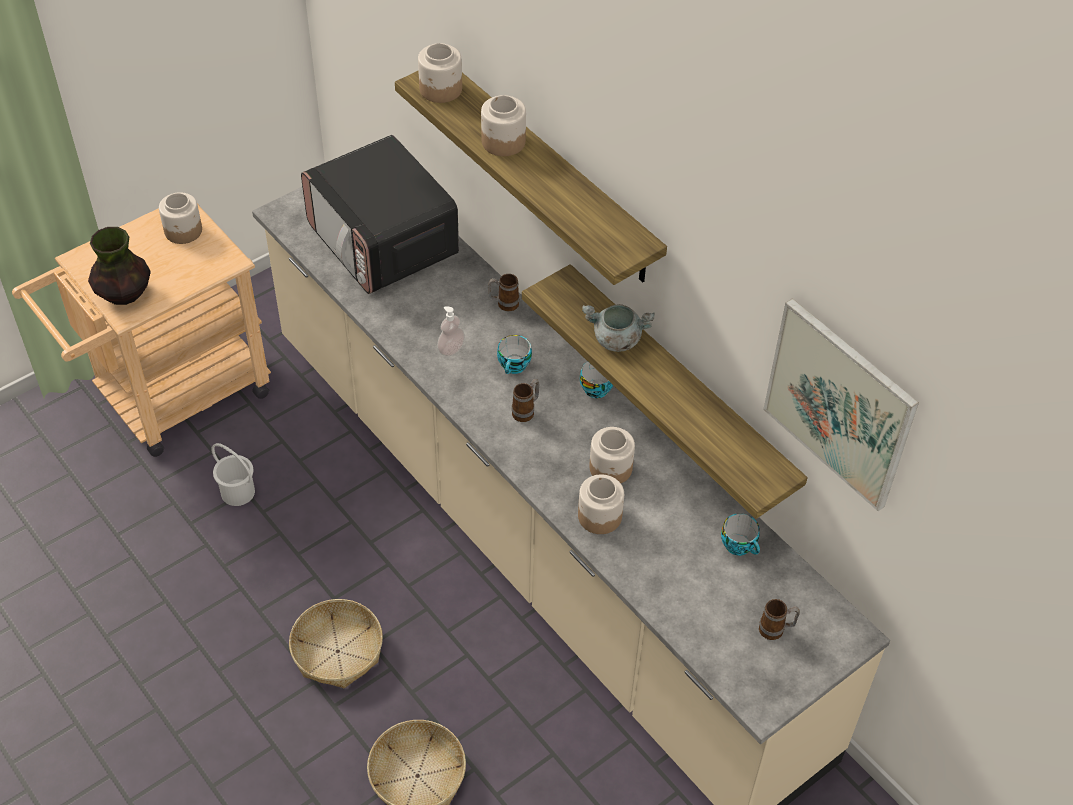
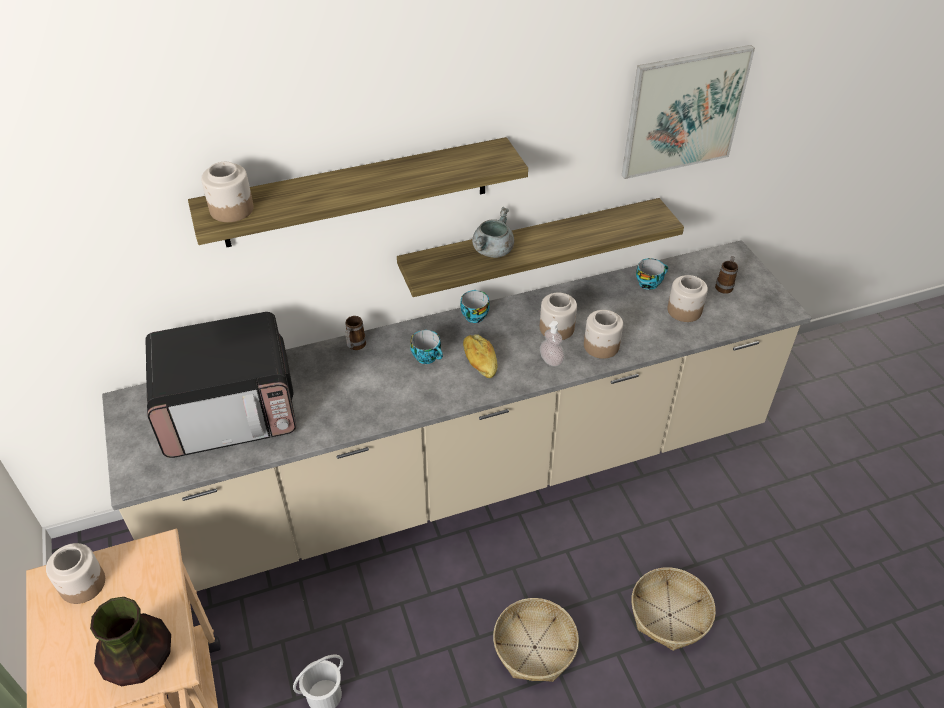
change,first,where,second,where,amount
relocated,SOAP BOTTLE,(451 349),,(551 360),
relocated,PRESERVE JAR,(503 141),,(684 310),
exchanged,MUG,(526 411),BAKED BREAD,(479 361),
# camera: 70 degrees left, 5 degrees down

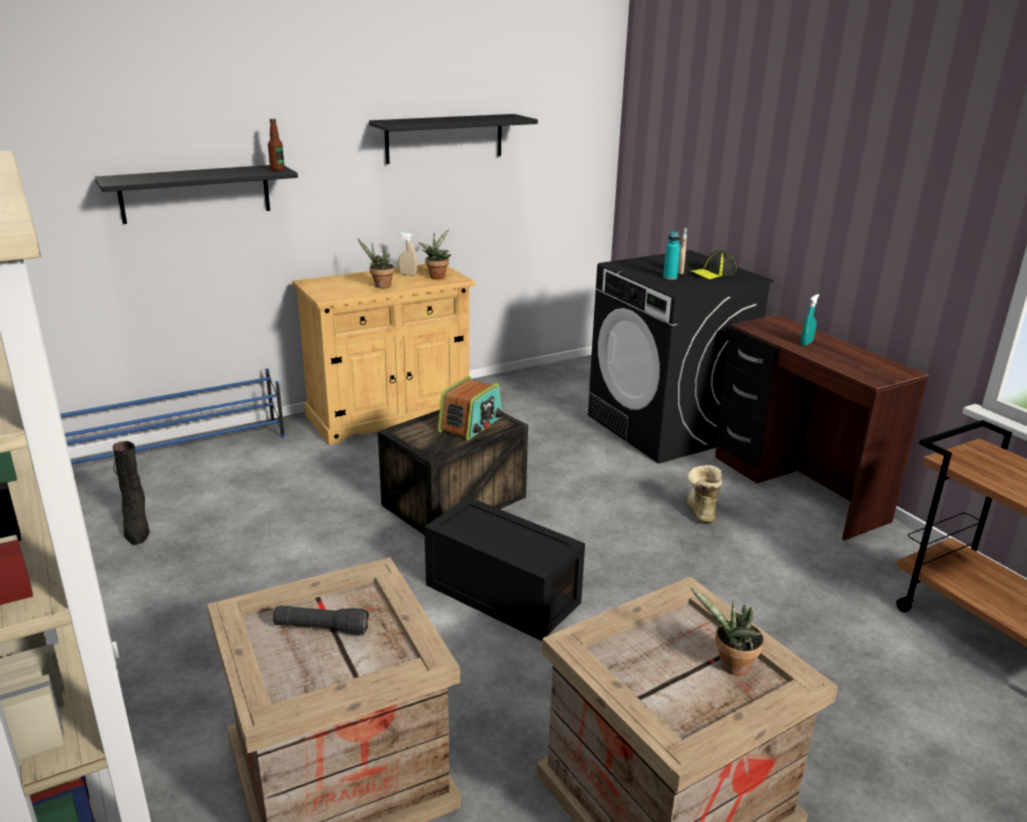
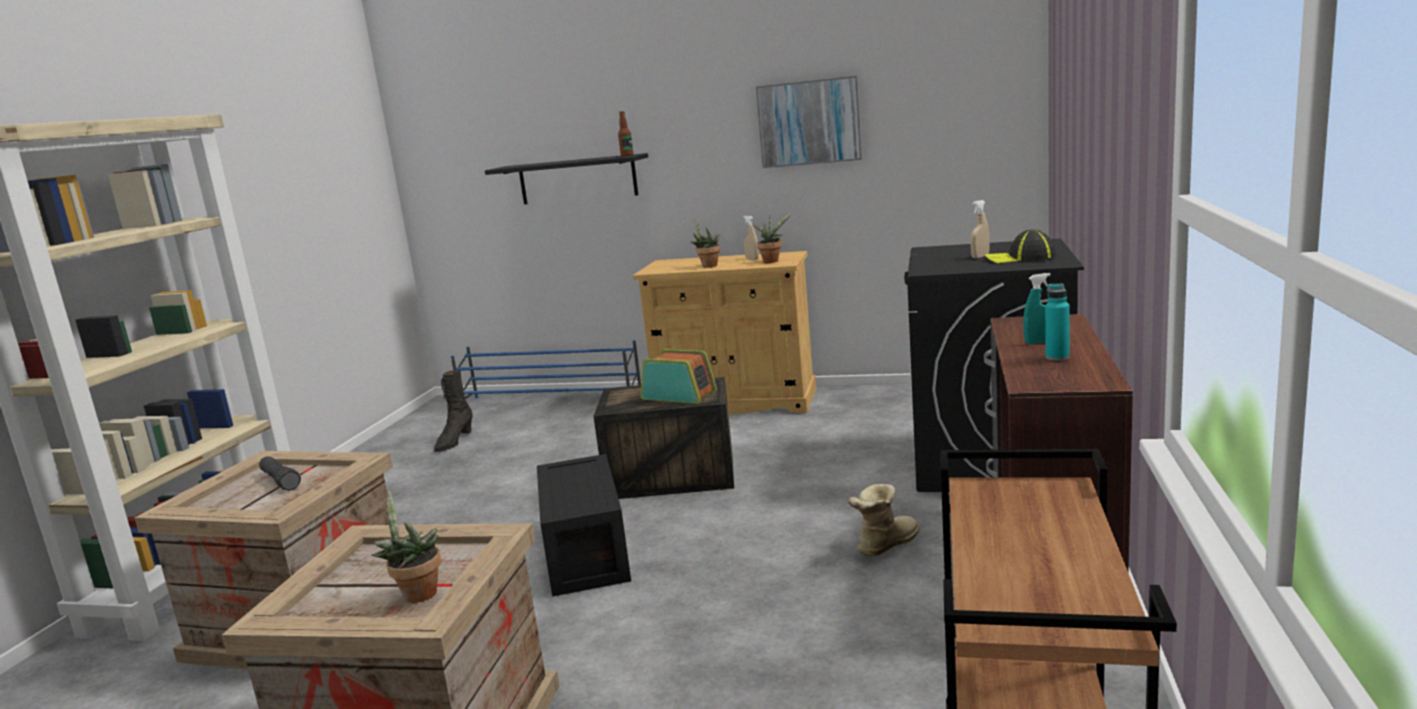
change,first,where,second,where,amount
relocated,BLUE-GREEN BEVERAGE BOTTLE,(670 277),,(1057 357),
exchanged,BLACK SHELF,(444 138),WALL ART,(809 122),
spun,RADIO SET,(471 424),,(679 395),135 degrees counterclockwise
# camera: 45 degrees right, 10 degrees down

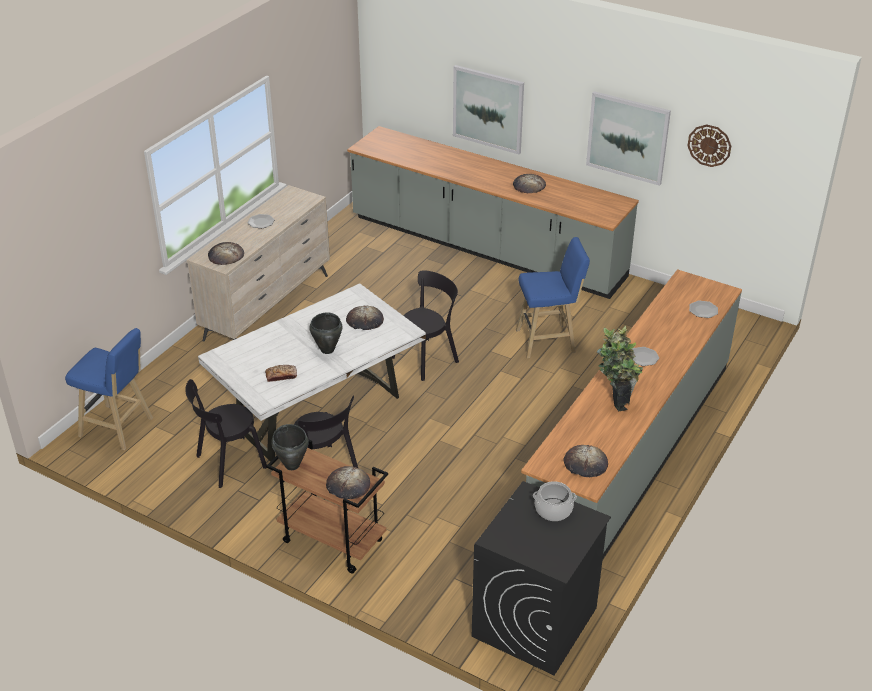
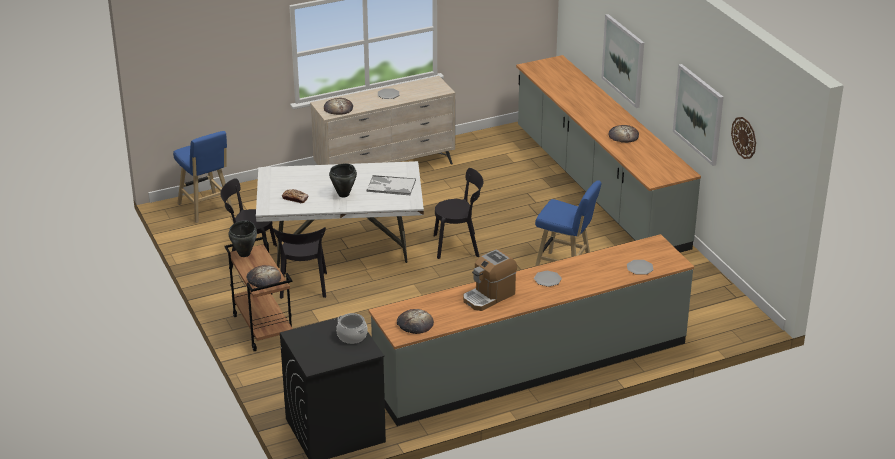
change,first,where,second,where,amount
exchanged,BAKED BREAD,(364 321),TRAY,(390 186),
exchanged,PLANT IN A POT,(615 400),COFFEE BREWER,(489 296),
# camera: 35 degrees right, 5 degrees down

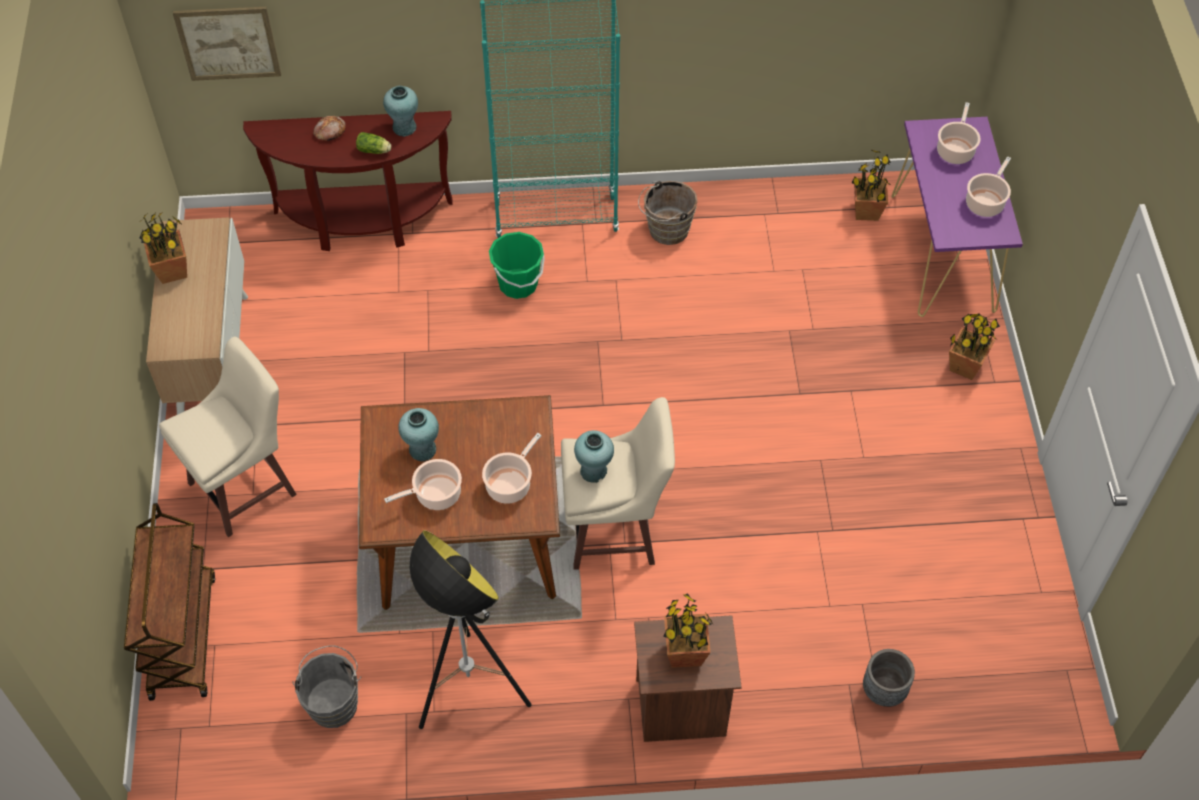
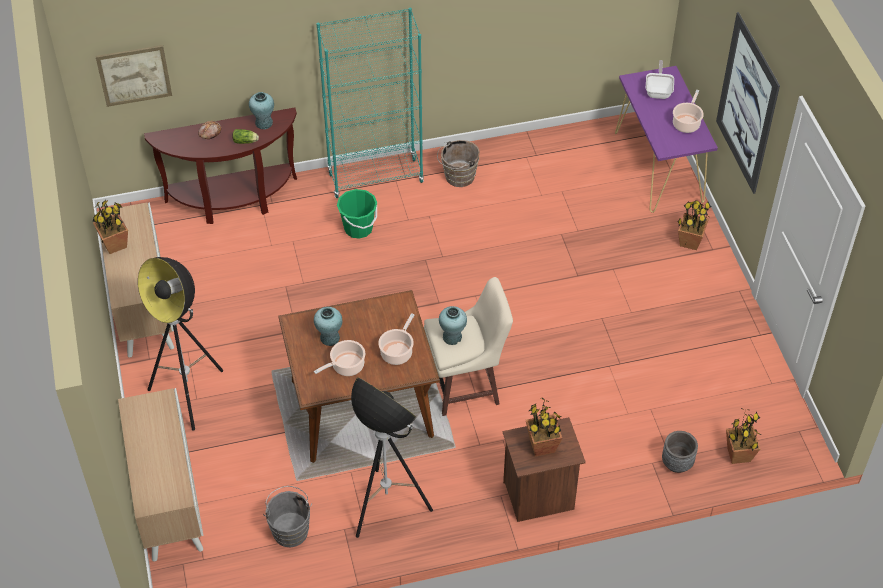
change,first,where,second,where,amount
appeared,,,WALL ART,(747 104),
relocated,PLANT IN A POT,(866 212),,(739 455),
exchanged,BROWN-COLOURED CART,(182 635),CABINET,(168 501),
exchanged,SAND-COLOURED STOOL SEAT,(246 488),STANDING LAMP,(190 395),
exchanged,COOKING POT,(955 150),SKILLET,(658 91),
# camera: 10 degrees left, 5 degrees down

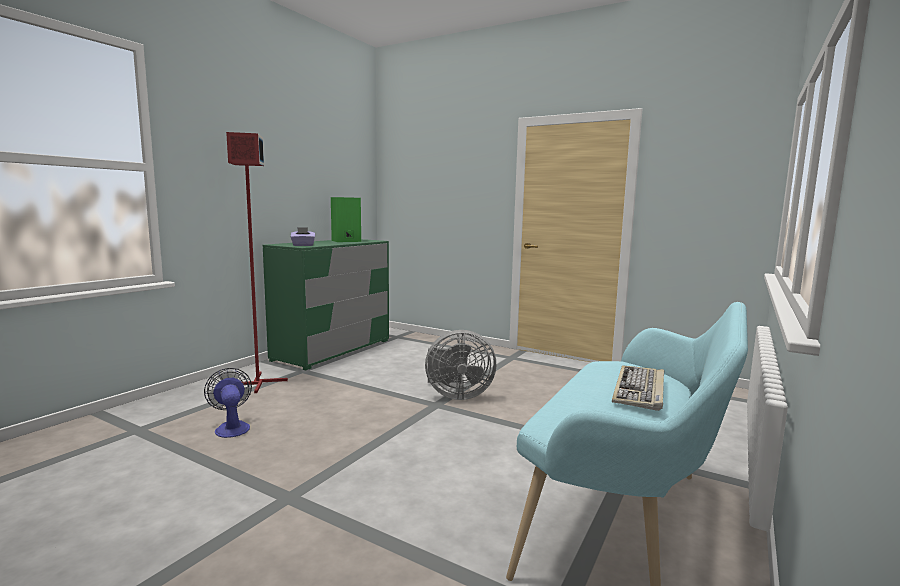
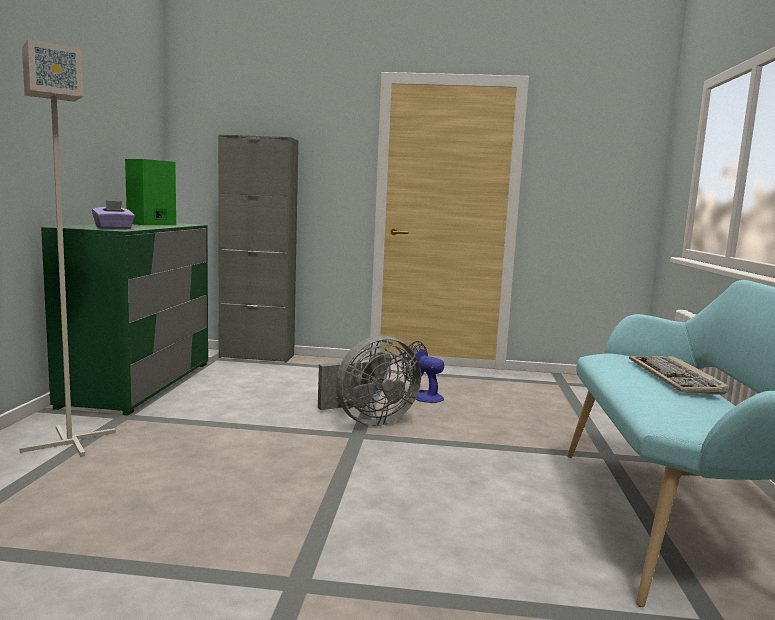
change,first,where,second,where,amount
appeared,,,GRAY CABINET,(257 356),
relocated,FAN,(231 427),,(422 396),
colour,REDDISH STANDING LAMP,(257 383),GRAY STANDING LAMP,(68 442),
# camera: 25 degrees left, 0 degrees up

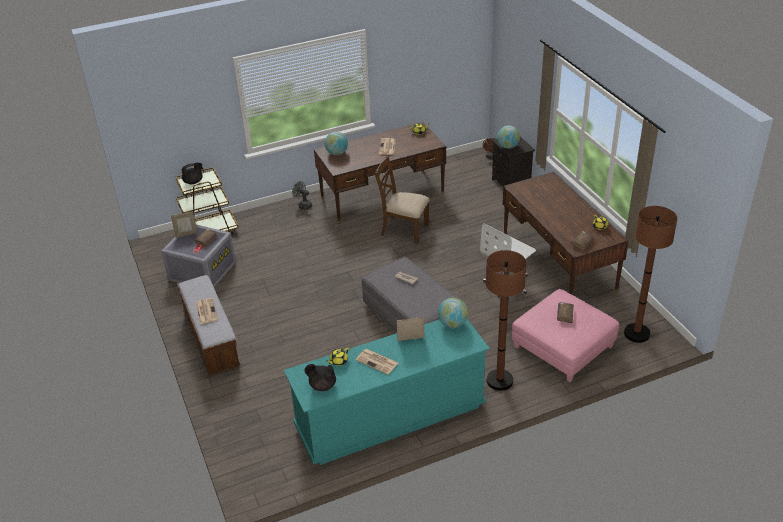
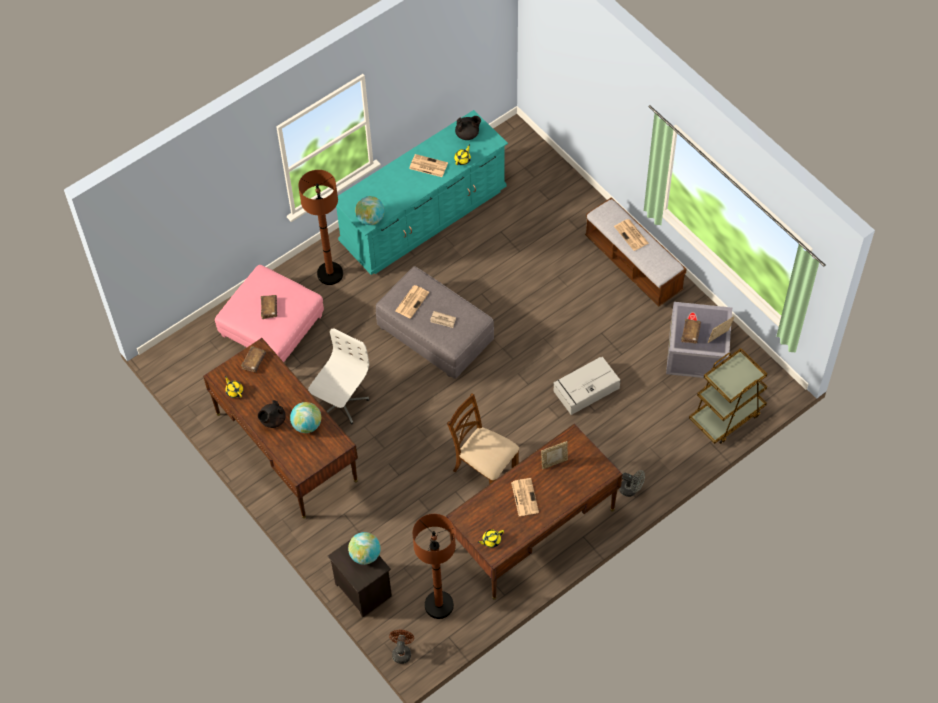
change,first,where,second,where,amount
appeared,,,PRINTED PAPER,(412 301),
appeared,,,GRAY STORAGE BIN,(585 390),
relocated,BLACK TEA POT,(193 182),,(272 420),
relocated,WORLD GLOBE,(337 153),,(307 425),
relocated,STANDING FRAME,(410 340),,(554 462),
relocated,BROWN-COLOURED STANDING LAMP,(636 333),,(439 605),
spun,BROWN-COLOURED CHAIR,(404 230),,(484 468),150 degrees counterclockwise
# camera: 165 degrees right, 20 degrees up

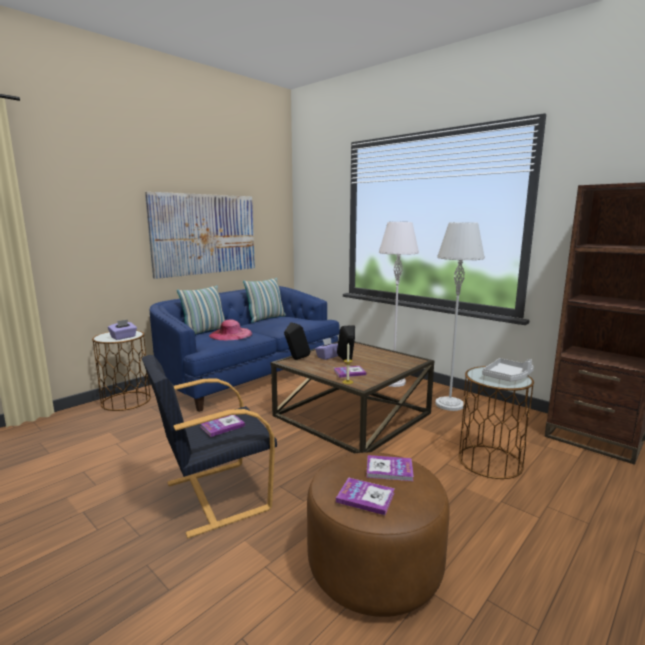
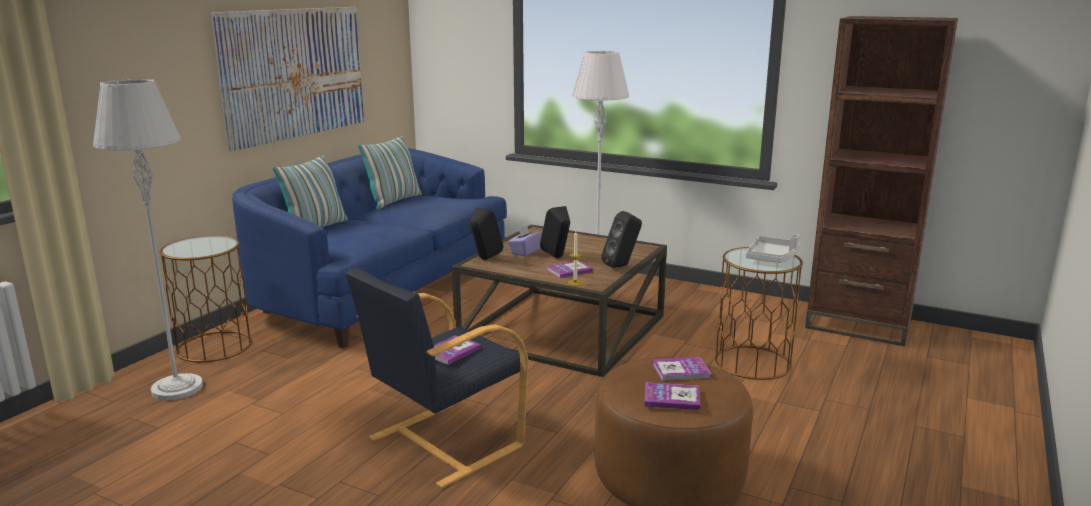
change,first,where,second,where,amount
missing,PURPLE-COLOURED TISSUE HOLDER,(123 337),,,
missing,PINK-COLOURED CLOTHING HAT,(230 334),,,
appeared,,,BLACK AUDIO SPEAKER,(622 266),
relocated,GRAY STANDING LAMP,(449 404),,(177 388),
# camera: 15 degrees left, 5 degrees up

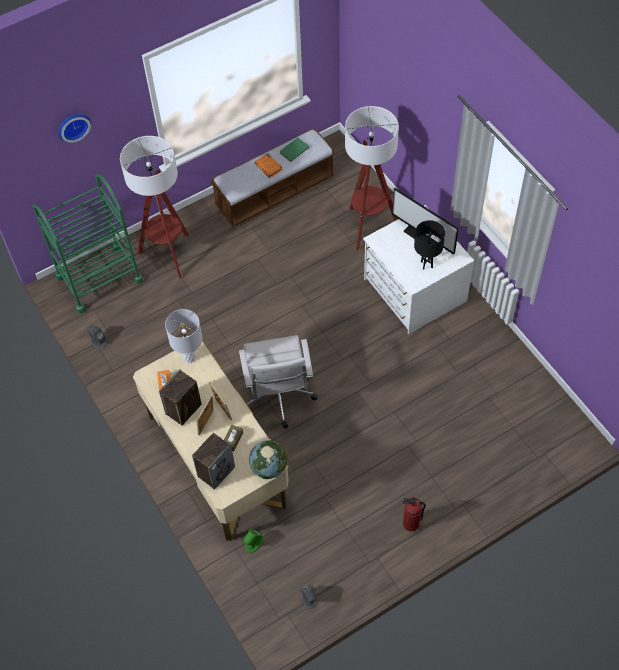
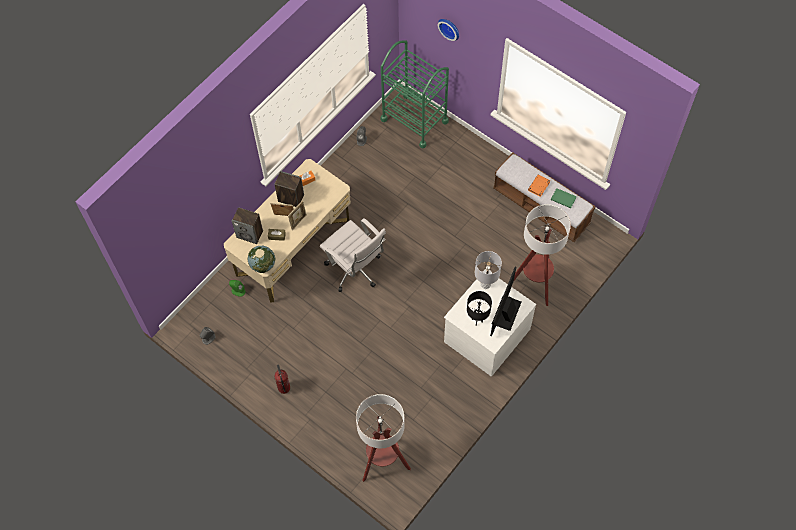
change,first,where,second,where,amount
relocated,STANDING LAMP,(169 255),,(383 462),
relocated,GRAY TABLE LAMP,(189 357),,(485 284),
spun,WHITE-COLOURED DESK CHAIR,(279 399),,(356 270),105 degrees counterclockwise
# camera: 70 degrees right, 5 degrees up

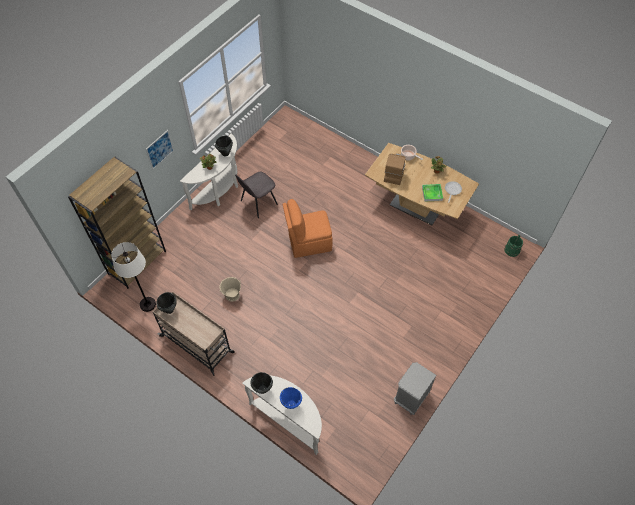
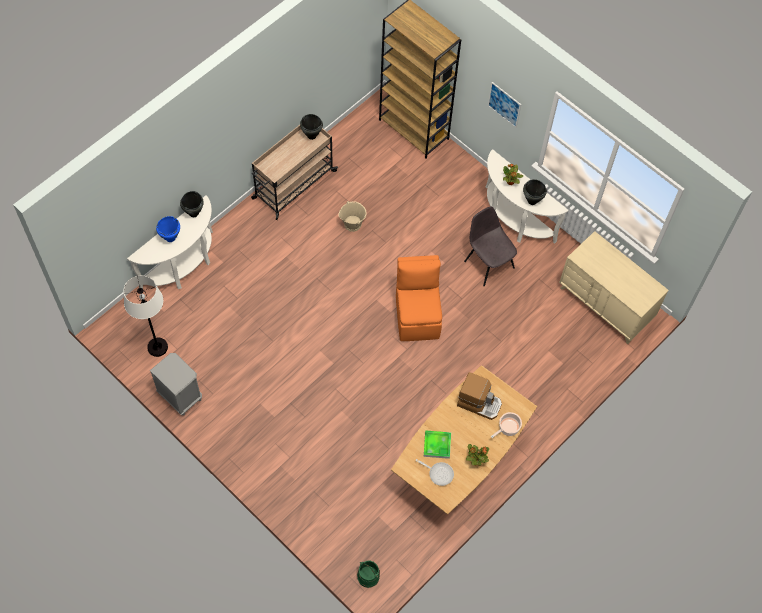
change,first,where,second,where,amount
appeared,,,SAND-COLOURED DRESSER,(605 304),
relocated,WHITE-COLOURED STANDING LAMP,(148 304),,(157 347),
# camera: 95 degrees right, 5 degrees up

